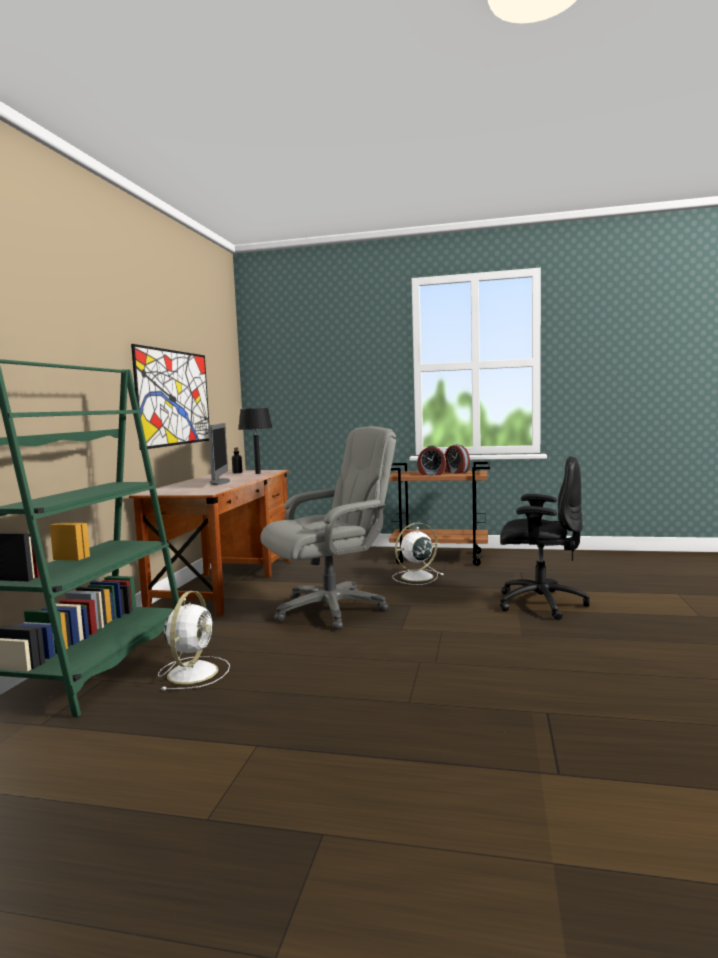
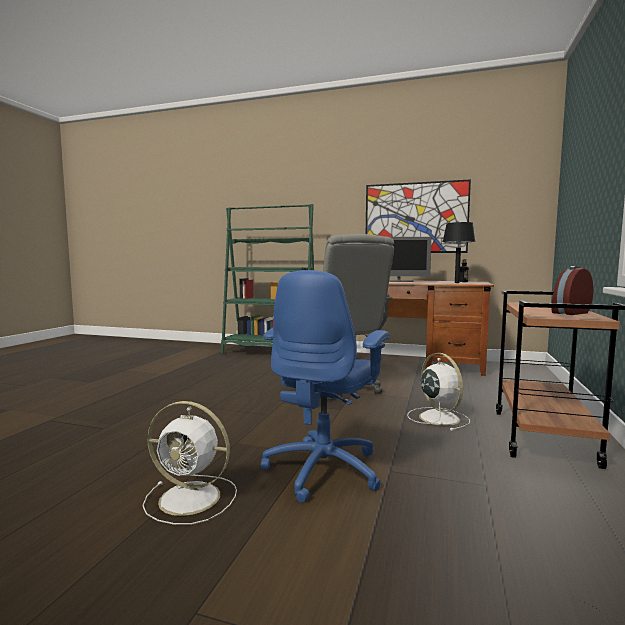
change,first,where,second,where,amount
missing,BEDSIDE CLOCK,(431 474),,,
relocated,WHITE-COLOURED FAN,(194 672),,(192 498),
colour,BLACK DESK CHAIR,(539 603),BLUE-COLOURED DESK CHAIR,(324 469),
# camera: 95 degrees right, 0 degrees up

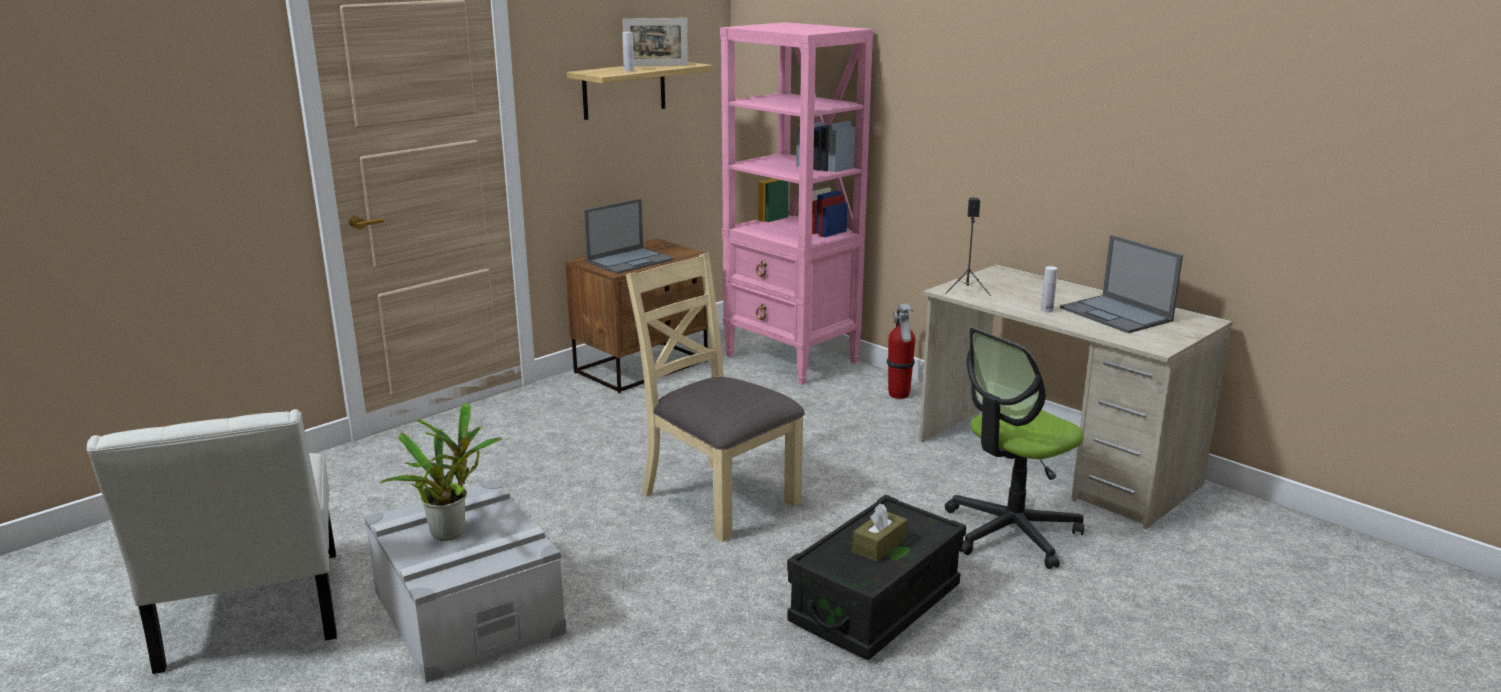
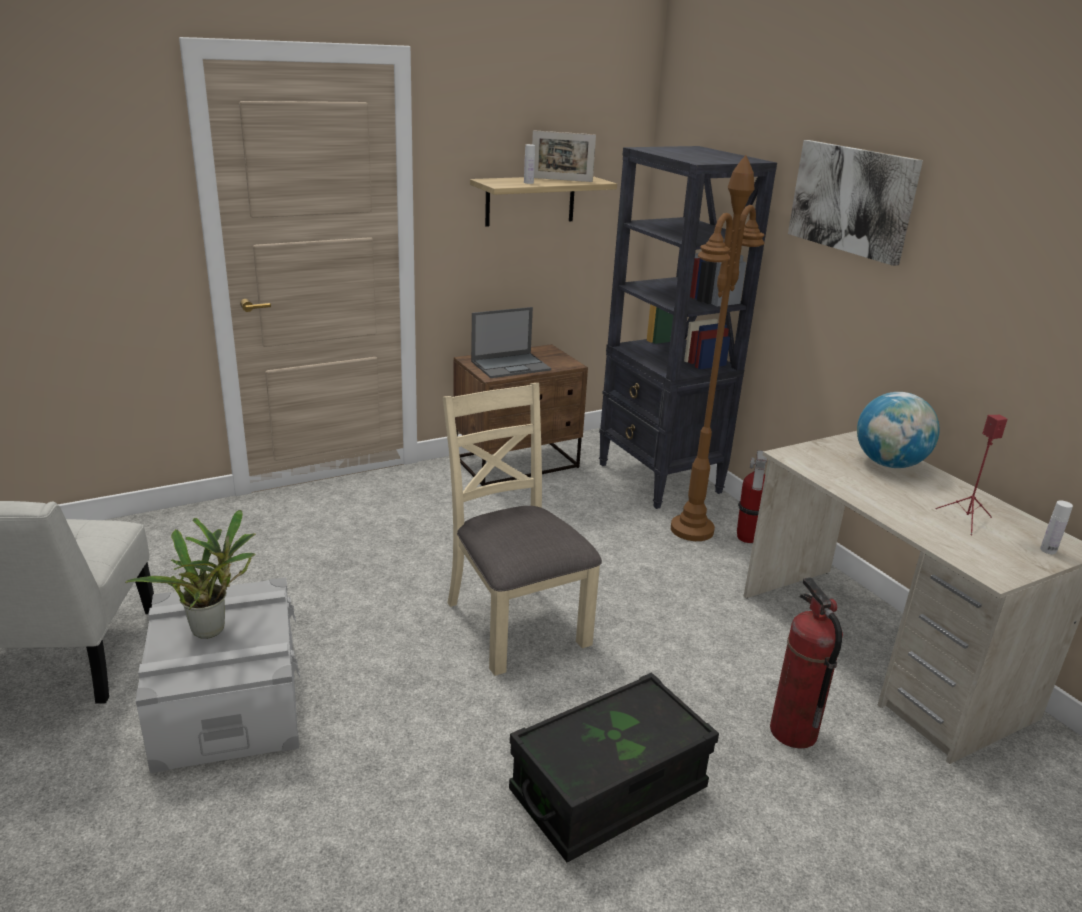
change,first,where,second,where,amount
missing,BROWN-COLOURED TISSUE HOLDER,(879 546),,,
missing,BLACK AUDIO SPEAKER,(968 290),,,
appeared,,,BROWN-COLOURED STANDING LAMP,(692 529),
appeared,,,WALL ART,(852 200),
appeared,,,WORLD GLOBE,(889 464),
relocated,WHITE-COLOURED BEVERAGE BOTTLE,(1047 310),,(1048 550),
exchanged,DESK CHAIR,(1011 532),FIRE-FIGHTING CYLINDER,(793 732),
exchanged,LAPTOP,(1117 315),REDDISH AUDIO SPEAKER,(966 520),
colour,PINK-COLOURED BOOKCASE,(792 359),BLACK BOOKCASE,(659 479),
# camera: 15 degrees right, 5 degrees up

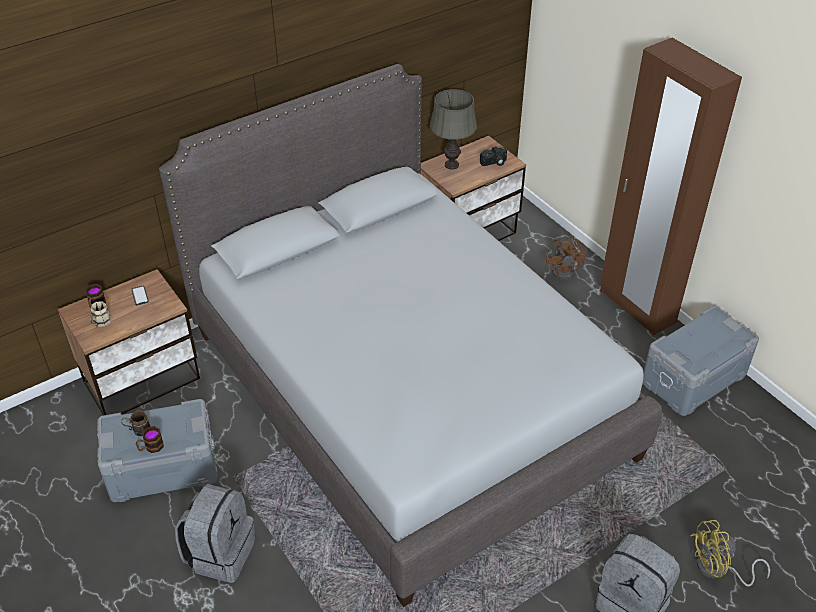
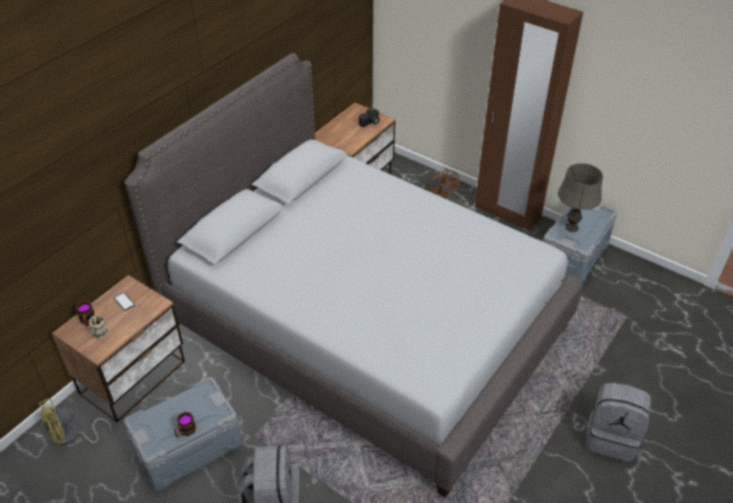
change,first,where,second,where,amount
missing,BROWN-COLOURED MUG,(137 430),,,
relocated,GRAY TABLE LAMP,(451 165),,(571 227),
relocated,YELLOW FAN,(718 569),,(72 436),
# camera: 20 degrees left, 0 degrees up

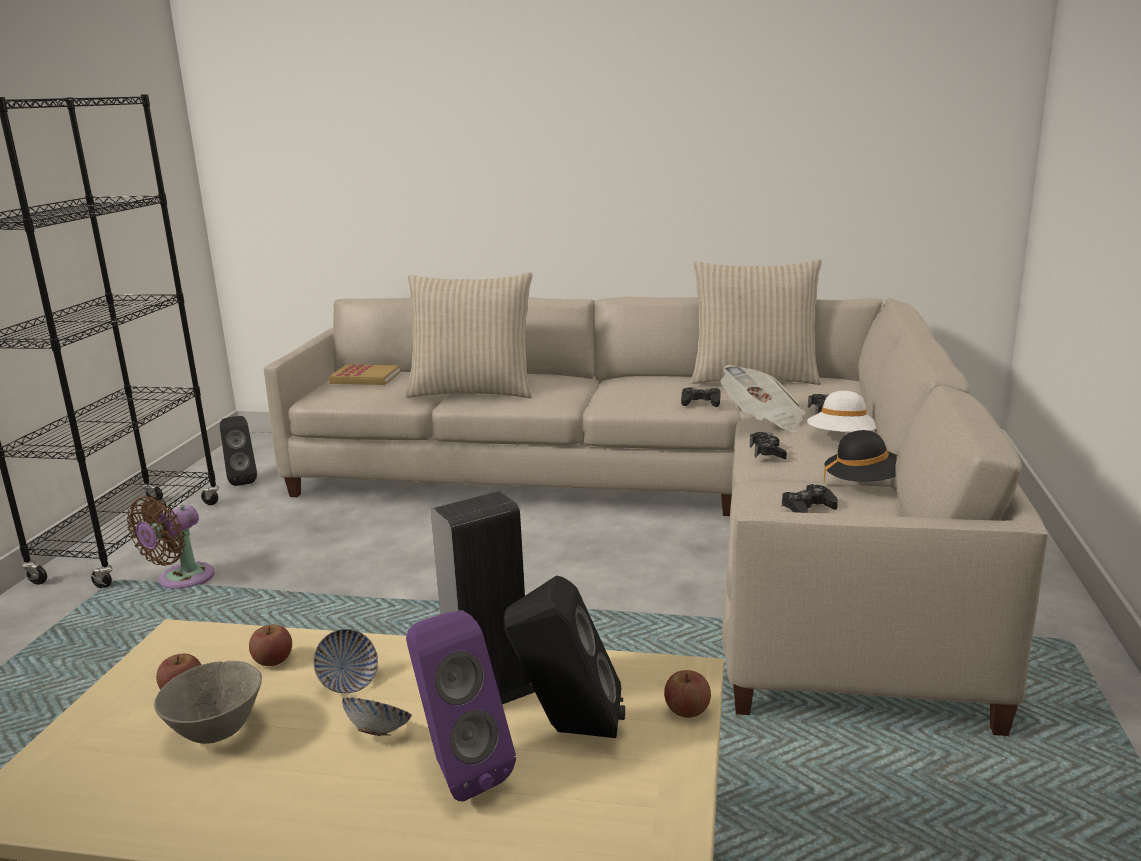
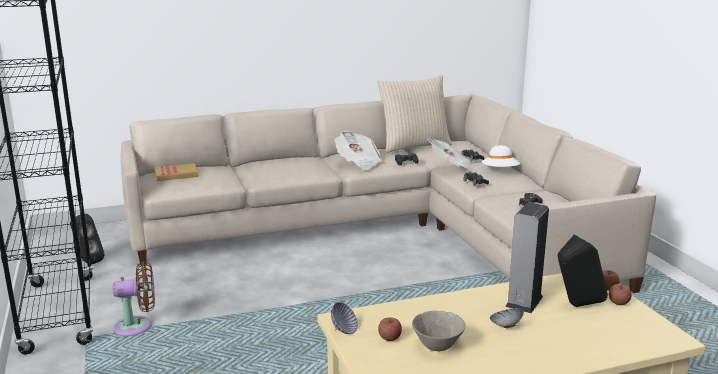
change,first,where,second,where,amount
missing,SAND-COLOURED CUSHION,(472 392),,,
missing,PURPLE-COLOURED AUDIO SPEAKER,(457 771),,,
missing,BLACK CLOTHING HAT,(864 483),,,
appeared,,,PRINTED PAPER,(358 162),
relocated,WHOLE APPLE,(273 660),,(618 302),
relocated,BOWL,(348 682),,(344 330),
spun,BROWN-COLOURED FAN,(181 580),,(137 327),105 degrees counterclockwise
# camera: 30 degrees left, 0 degrees up

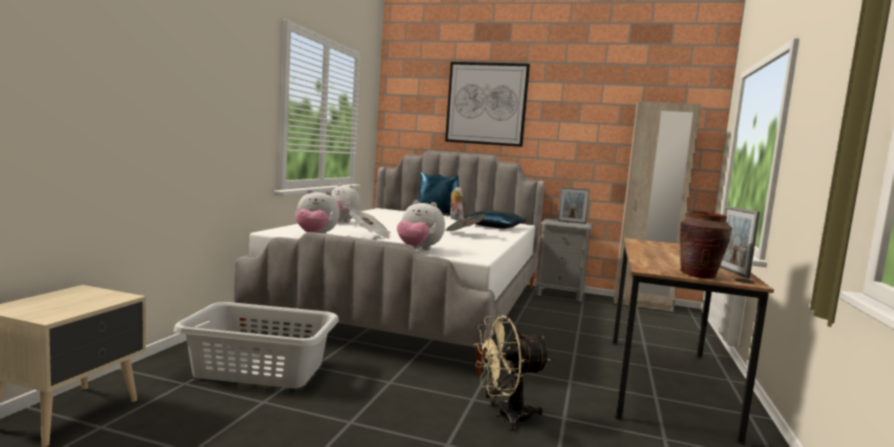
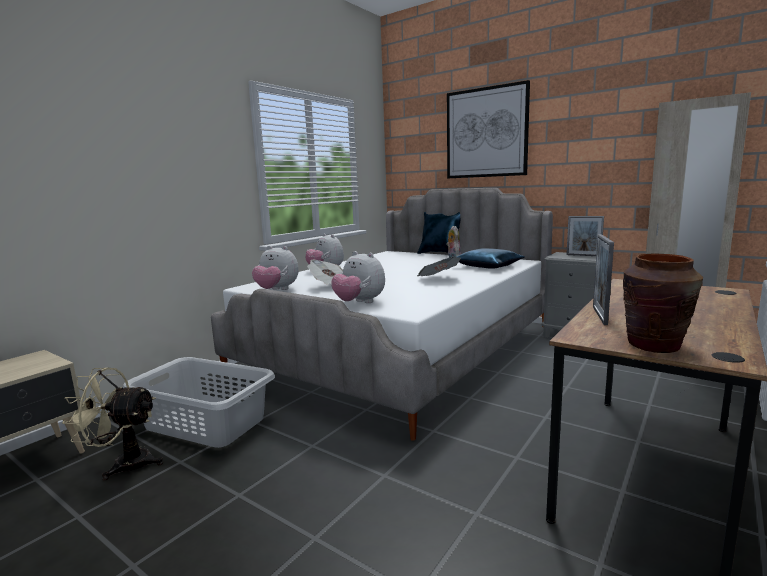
change,first,where,second,where,amount
relocated,SAND-COLOURED FAN,(505 416),,(124 464),
relocated,STANDING FRAME,(732 272),,(599 315),
# camera: 20 degrees right, 5 degrees up

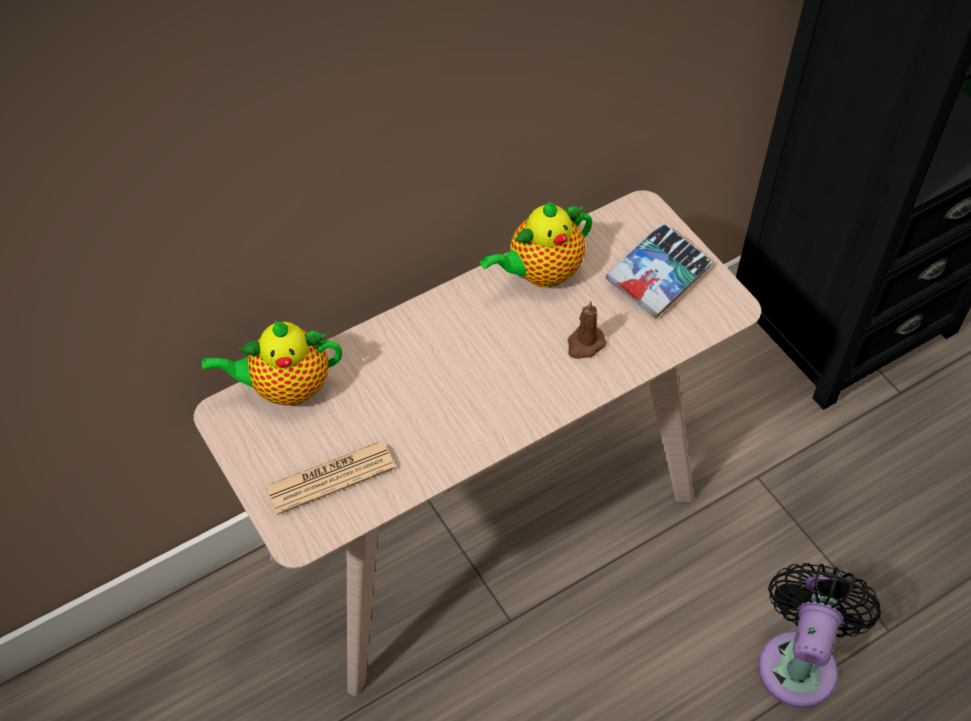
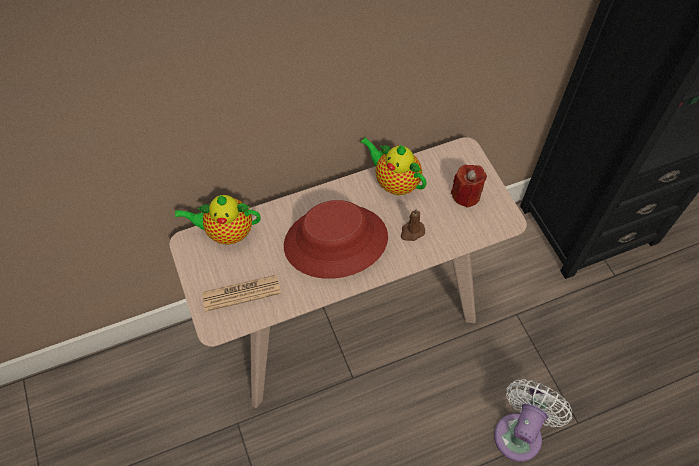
change,first,where,second,where,amount
appeared,,,REDDISH CLOTHING HAT,(335 242),
exchanged,BOUND BOOK,(658 277),REDDISH WAX LIGHT,(466 195),
colour,BLACK FAN,(799 661),WHITE-COLOURED FAN,(520 432),
spun,TEA POT,(541 273),,(394 182),60 degrees clockwise
# camera: 10 degrees right, 5 degrees up

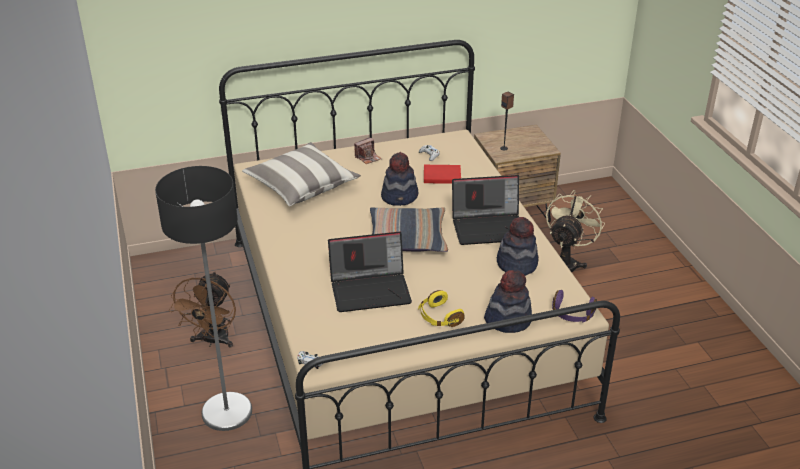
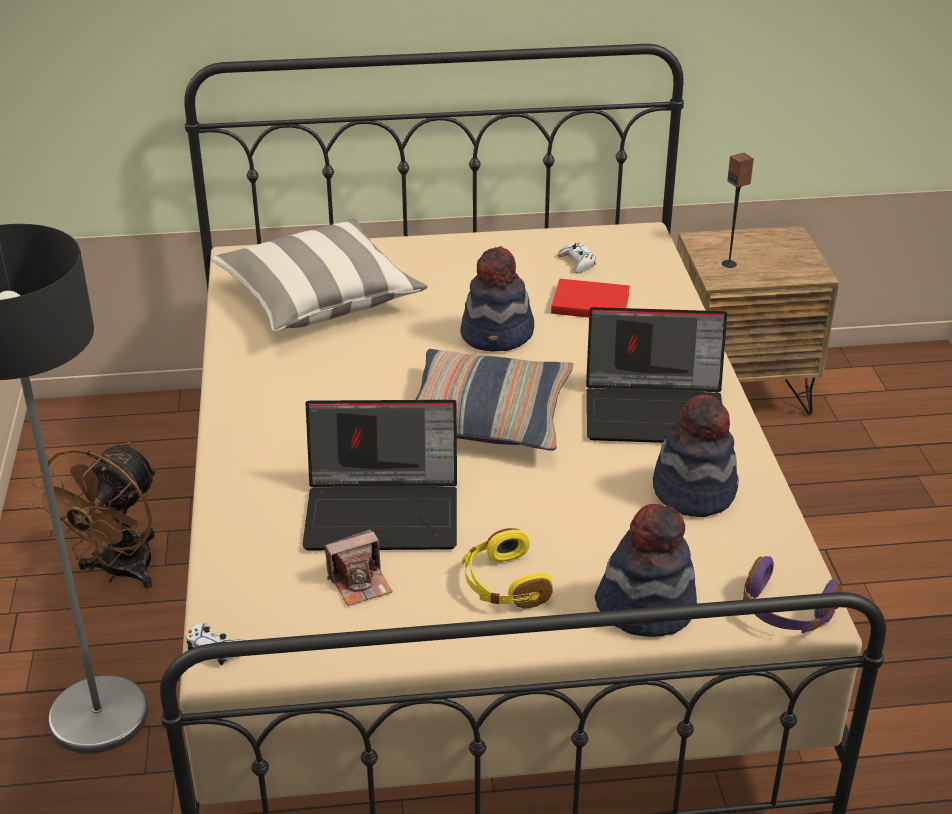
change,first,where,second,where,amount
missing,SAND-COLOURED FAN,(566 263),,,
relocated,STILL CAMERA,(368 157),,(360 583),
# camera: 10 degrees right, 0 degrees up

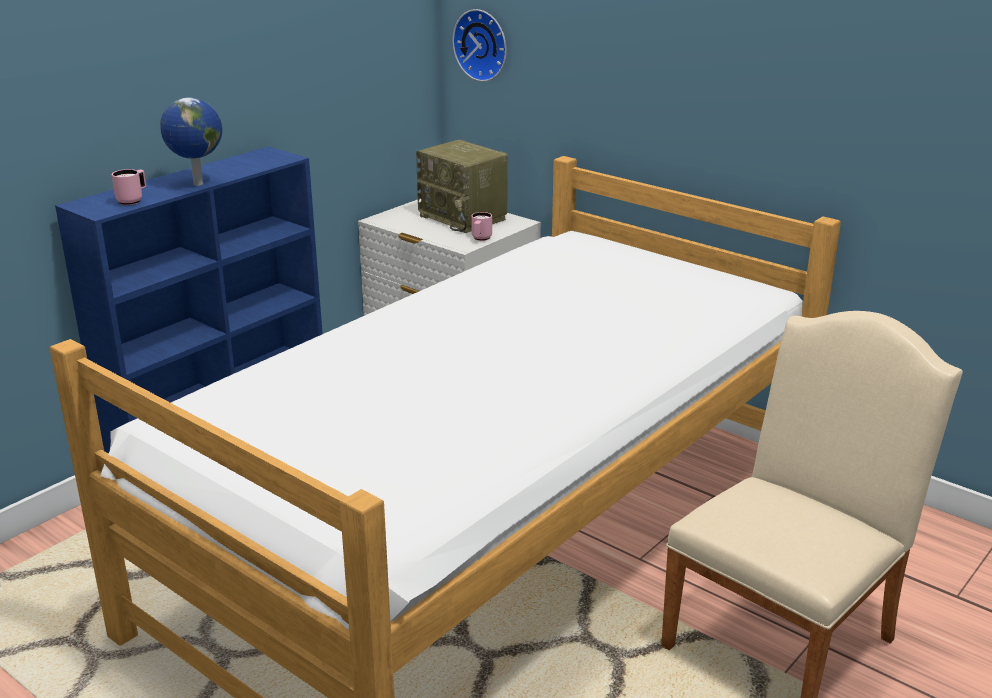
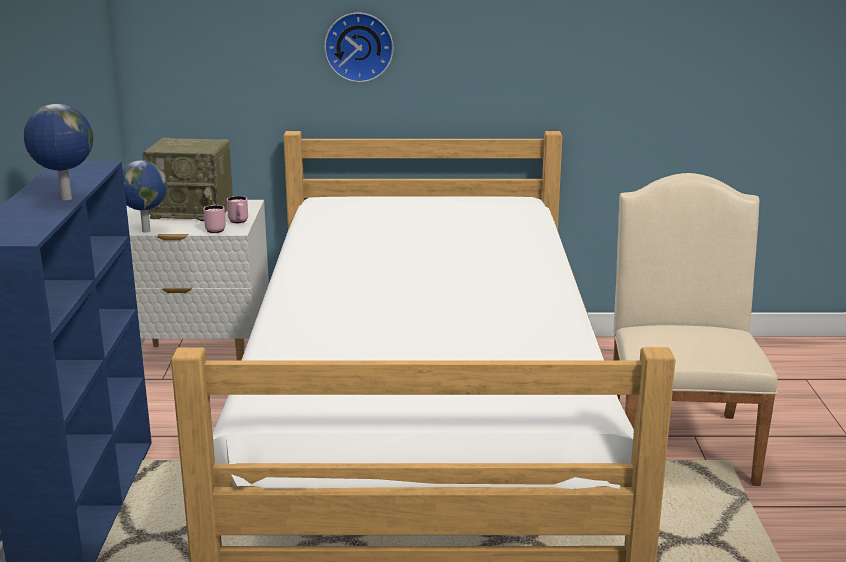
change,first,where,second,where,amount
appeared,,,WORLD GLOBE,(145 231),
relocated,PINK-COLOURED MUG,(133 200),,(215 229),
relocated,WALL CLOCK,(483 44),,(359 46),
# camera: 40 degrees left, 5 degrees down

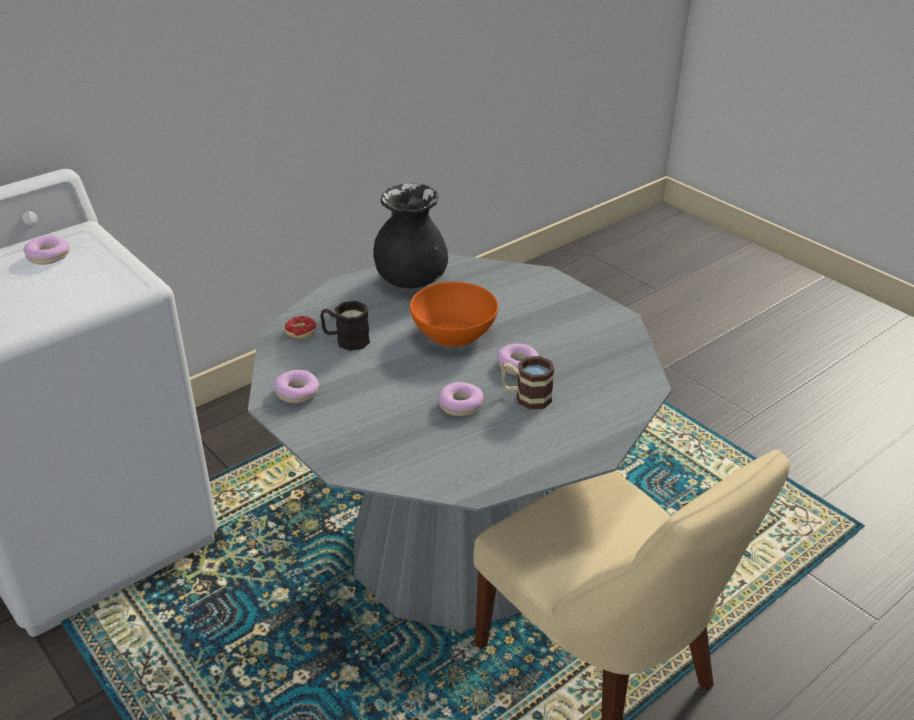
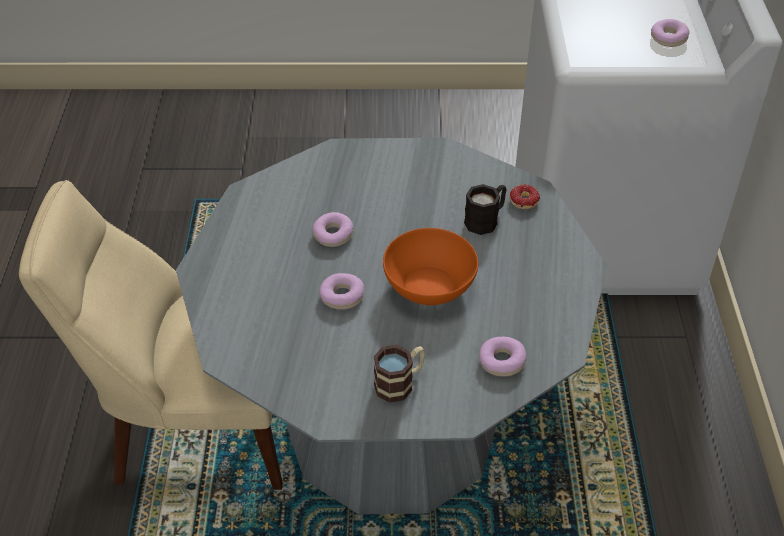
change,first,where,second,where,amount
missing,BLACK FLOWER VASE,(411 281),,,
relocated,RING DOUGHNUT,(297 392),,(501 361),
relocated,MUG,(526 397),,(400 383),
# camera: 130 degrees right, 10 degrees up

